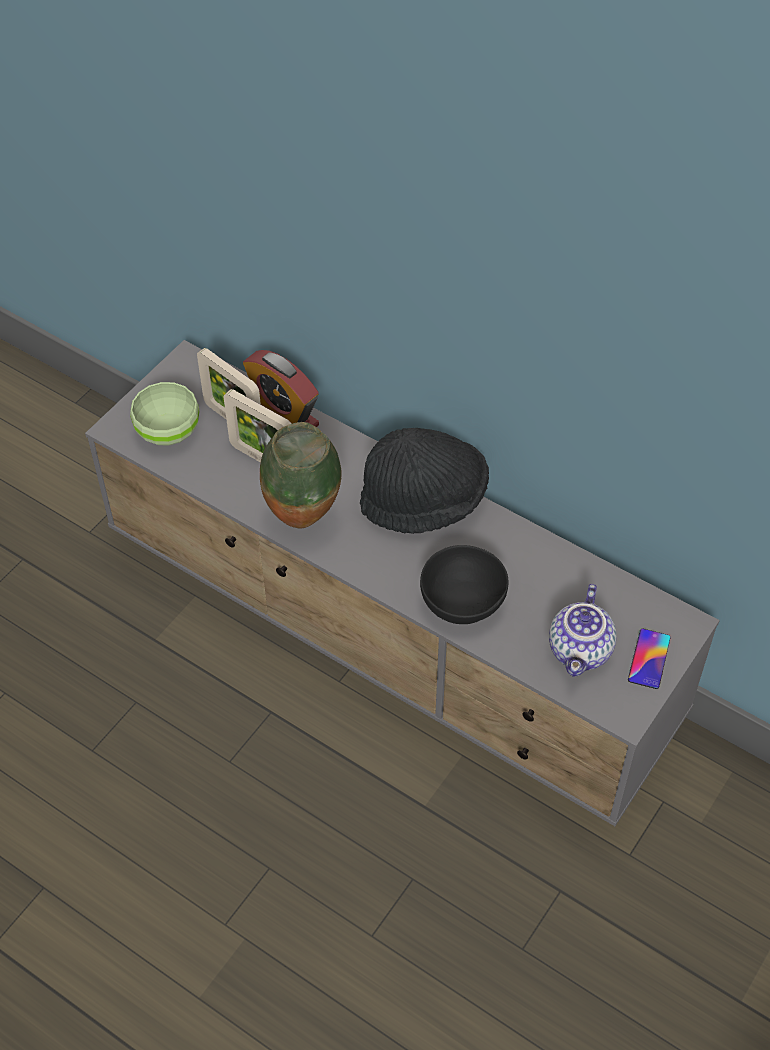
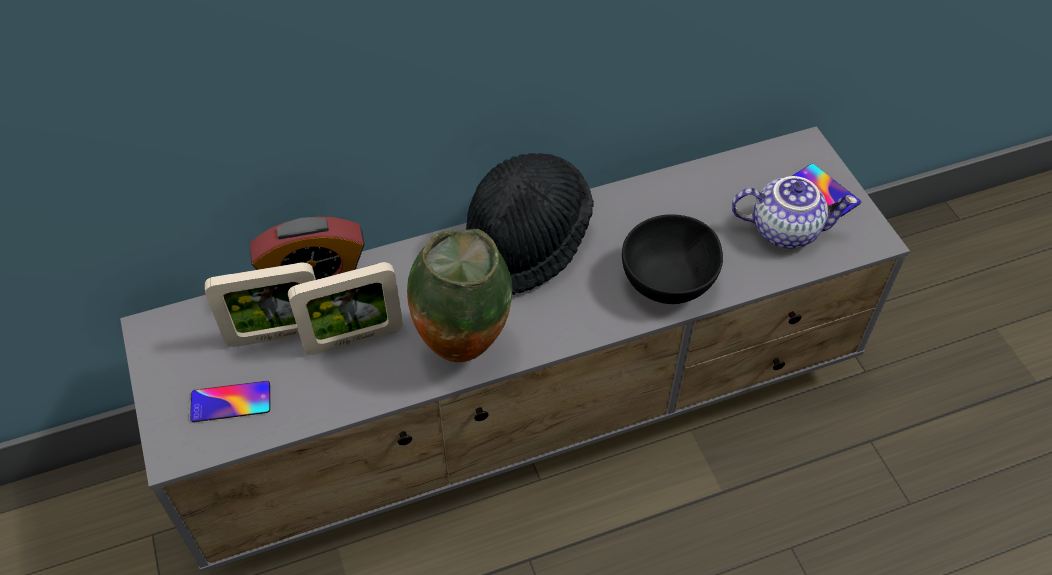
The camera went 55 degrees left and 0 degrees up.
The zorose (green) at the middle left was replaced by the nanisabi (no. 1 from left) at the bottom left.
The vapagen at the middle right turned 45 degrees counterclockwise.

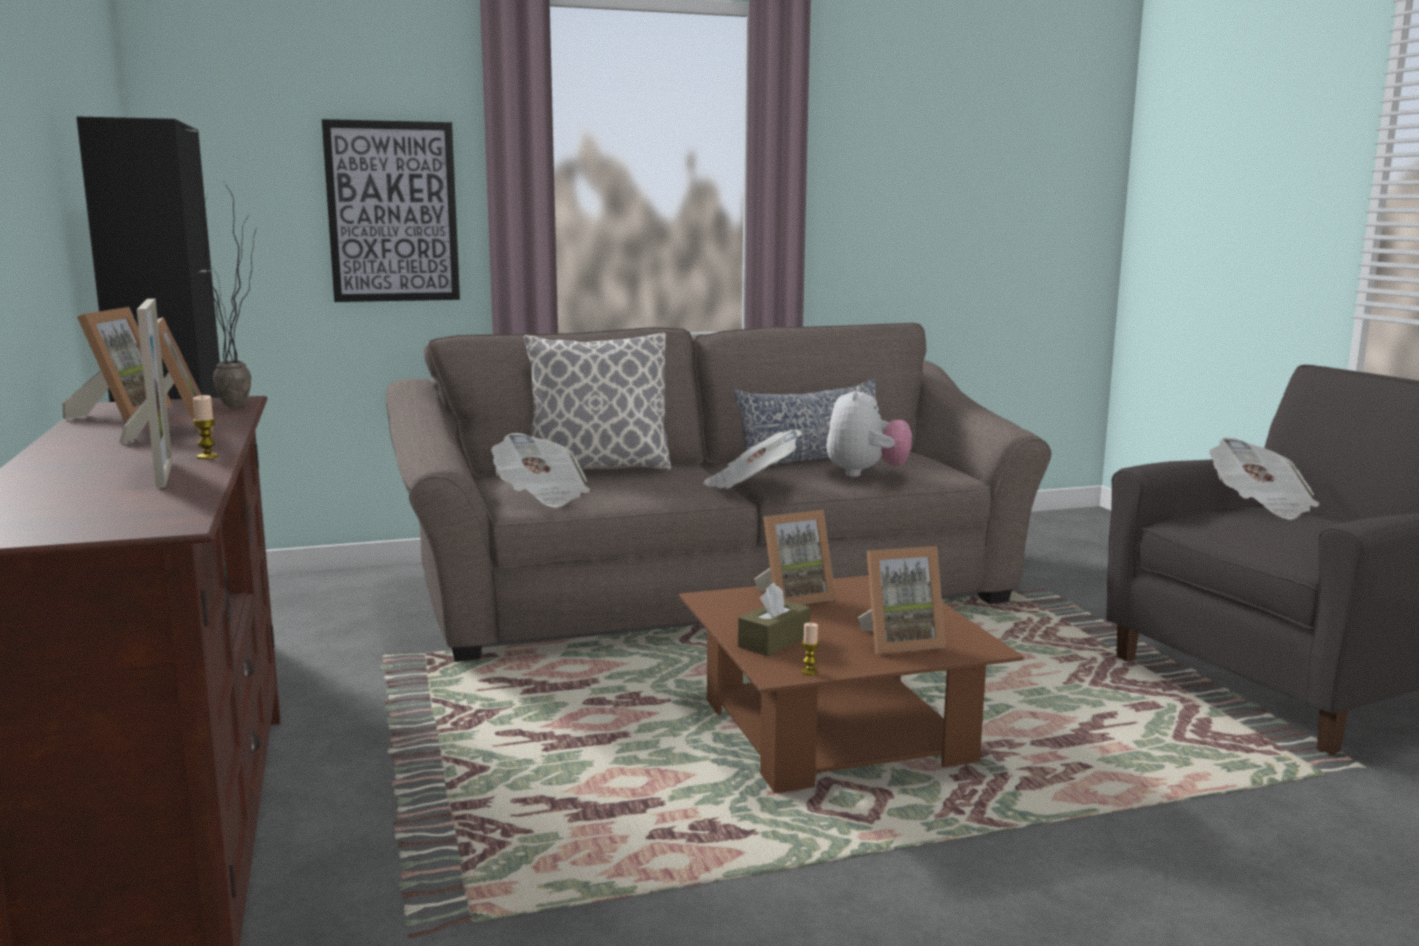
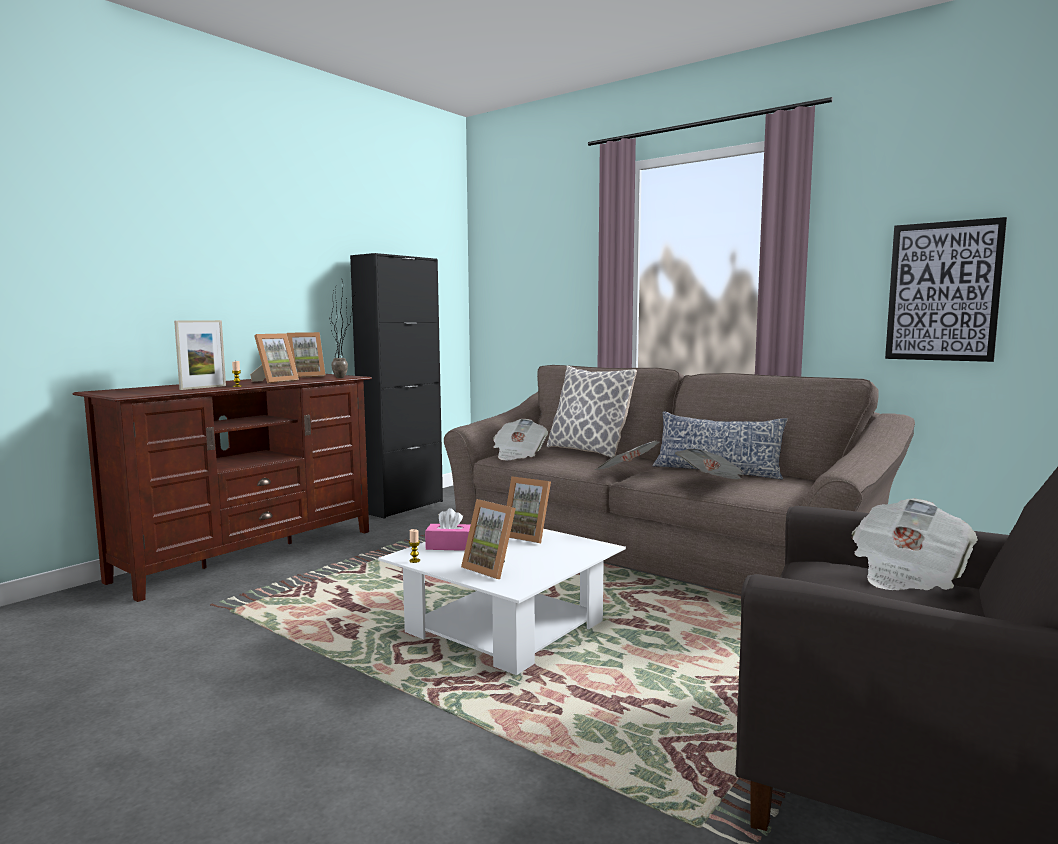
The camera went 55 degrees right and 5 degrees down.
The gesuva moved from the top left to the middle right.
The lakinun at the centre was replaced by the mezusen (no. 3 from left) at the middle right.
The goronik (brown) at the bottom centre became the goronik (white) at the bottom centre.
The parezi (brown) at the centre became the parezi (pink) at the centre.

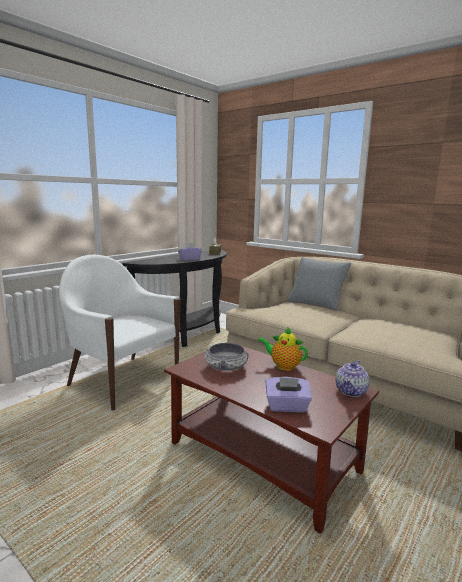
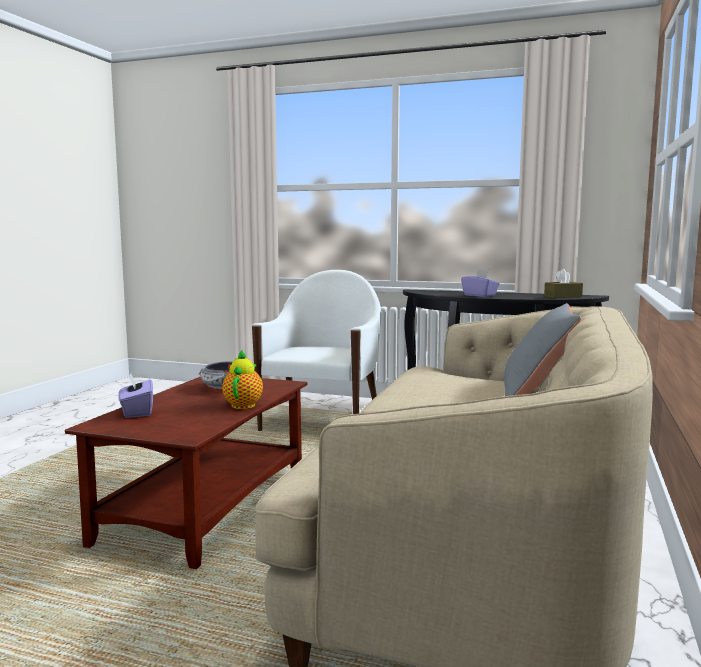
The camera went 70 degrees right and 5 degrees down.
The vapagen (no. 2 from left) at the middle right disappeared.

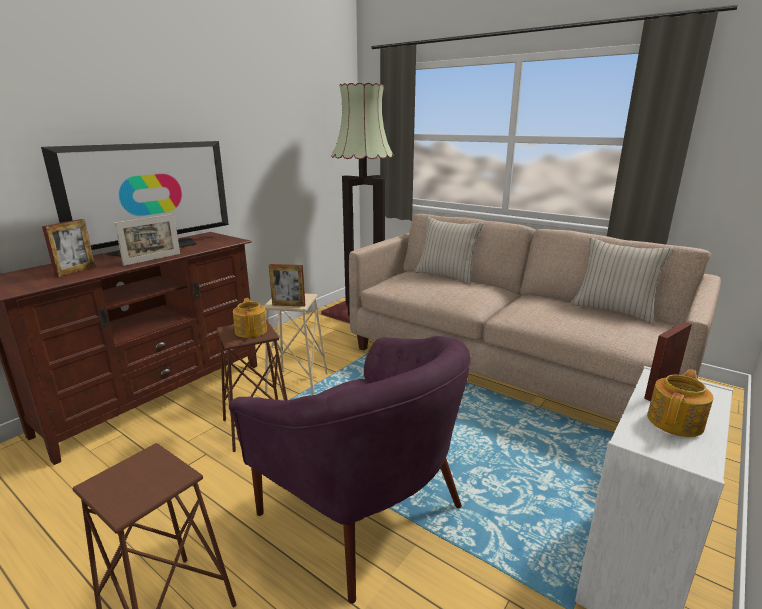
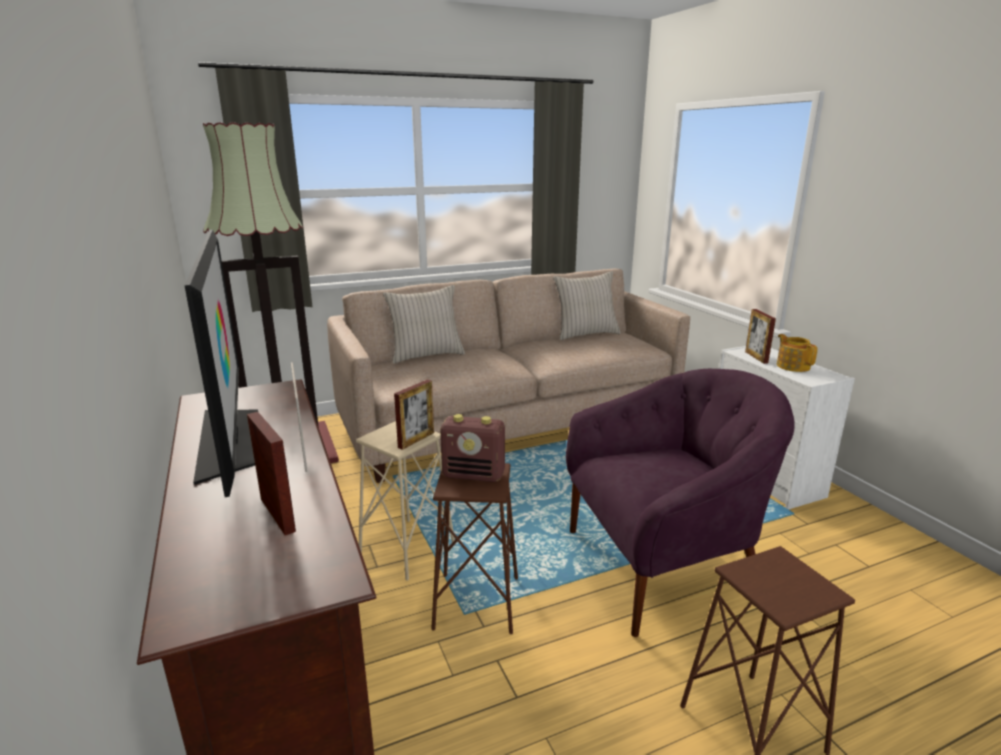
The camera went 60 degrees left and 0 degrees up.
The vapagen (no. 1 from left) at the middle left was replaced by the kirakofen at the centre.

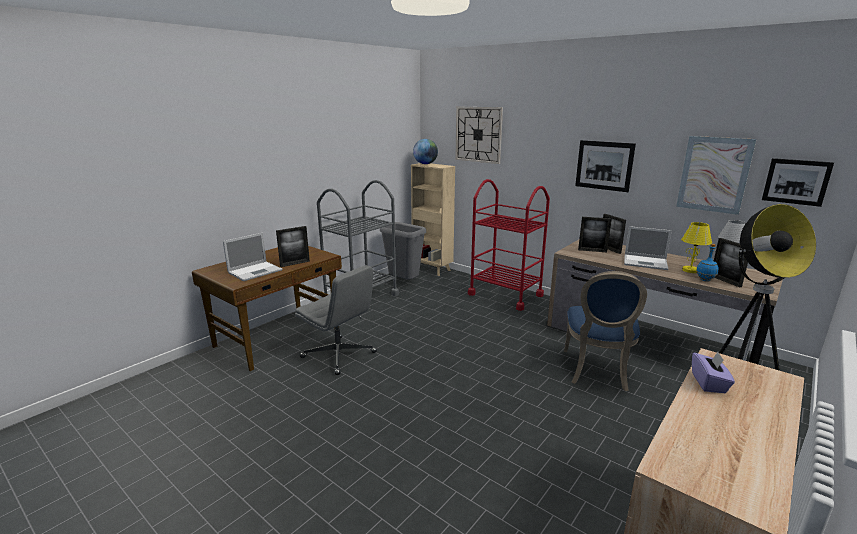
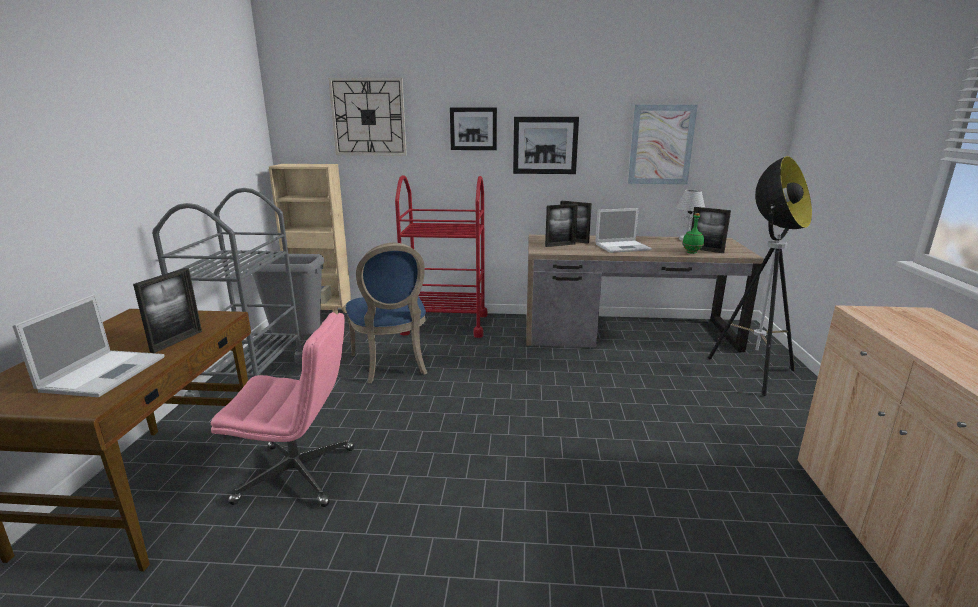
The camera went 35 degrees left and 0 degrees up.
The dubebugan at the top centre disappeared.
The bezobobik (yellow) at the middle right disappeared.
The parezi (purple) at the bottom right disappeared.
The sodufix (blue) moved from the middle right to the centre.
The gesuva (no. 3 from left in the first image) moved from the middle right to the top centre.
The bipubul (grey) at the centre became the bipubul (pink) at the bottom left.
The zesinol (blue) at the middle right became the zesinol (green) at the middle right.

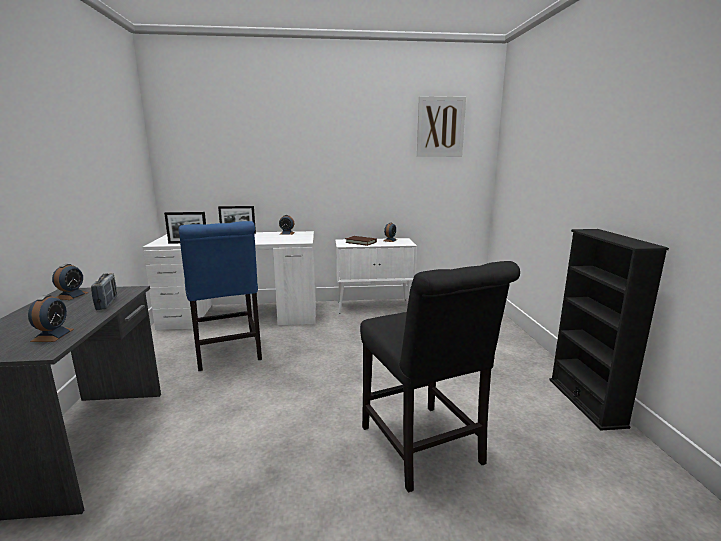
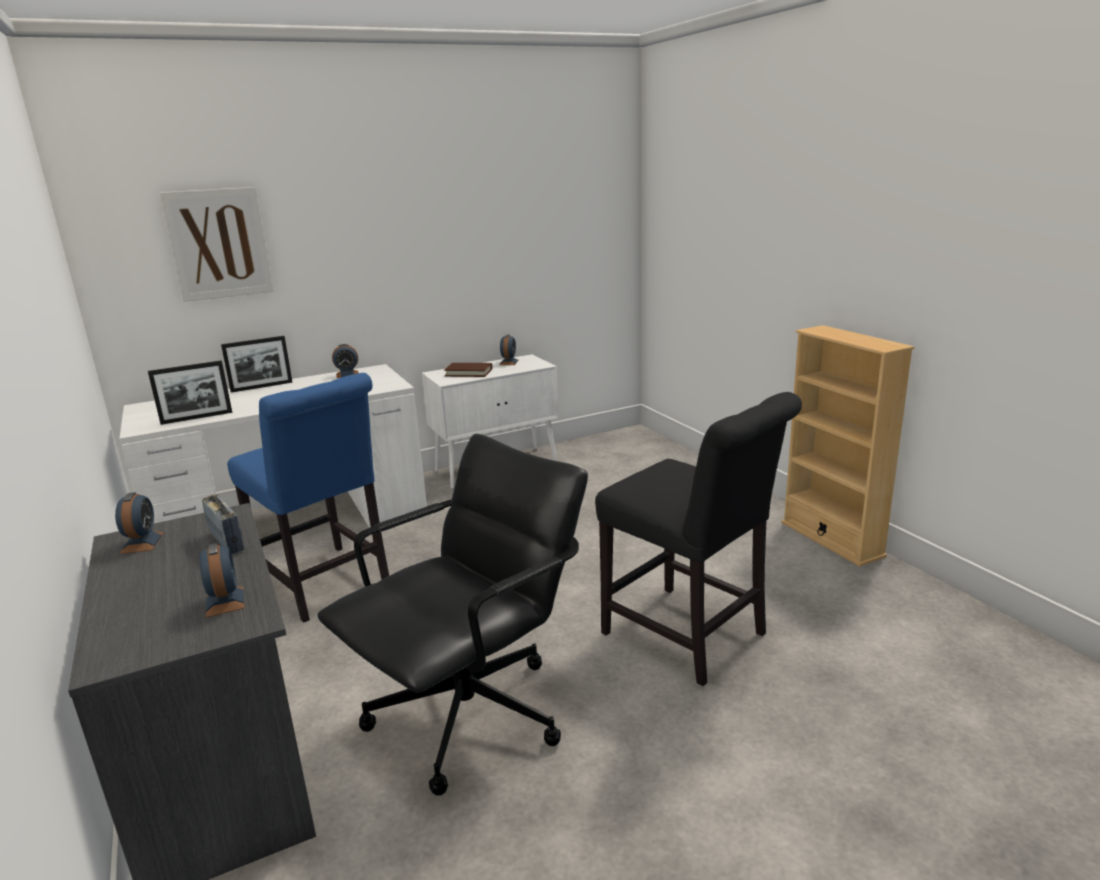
The camera went 20 degrees left and 5 degrees up.
The bipubul (black) at the bottom centre appeared.
The gesuva moved from the top centre to the top left.
The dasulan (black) at the middle right became the dasulan (beige) at the middle right.

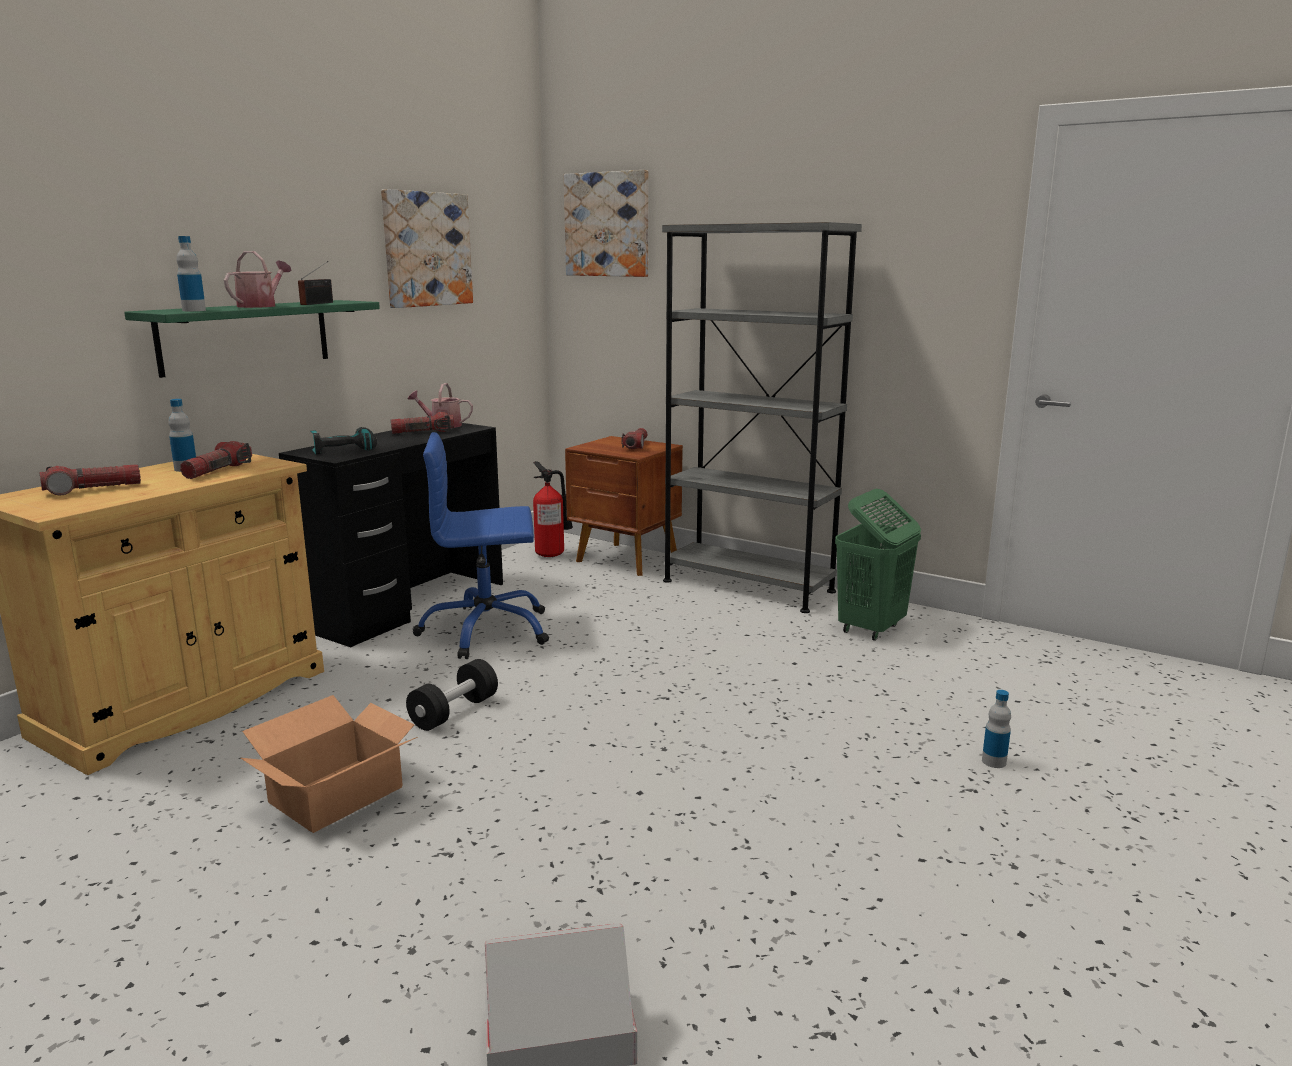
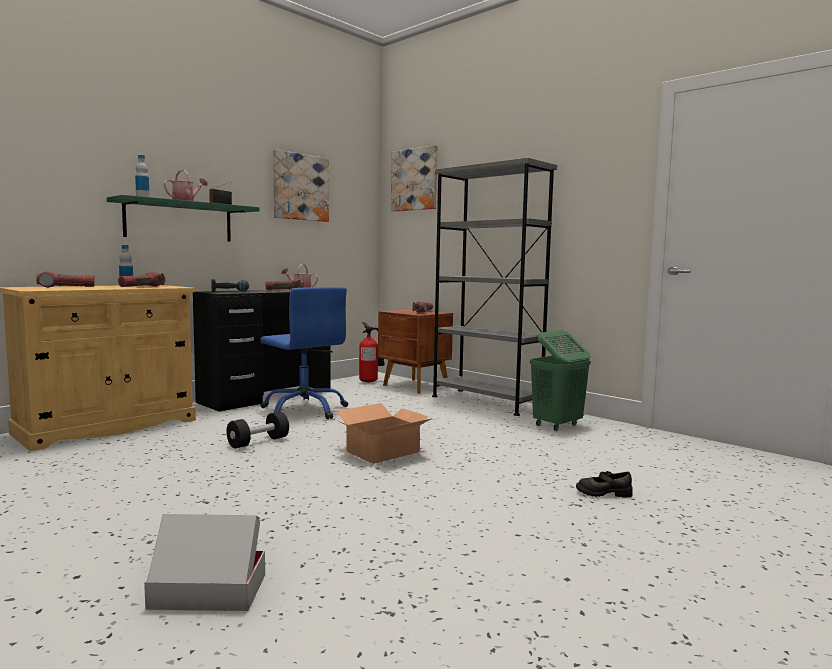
The camera went 10 degrees right and 10 degrees down.
The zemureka (no. 1 from left in the first image) moved from the bottom left to the centre.
The zesinol (no. 3 from left) at the bottom right was replaced by the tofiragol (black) at the bottom right.
The bipubul (blue) at the centre turned 135 degrees counterclockwise.

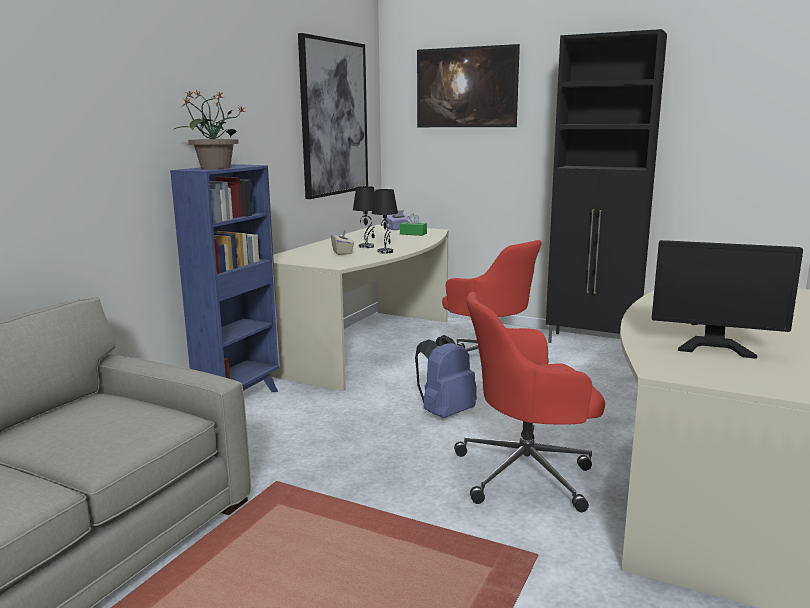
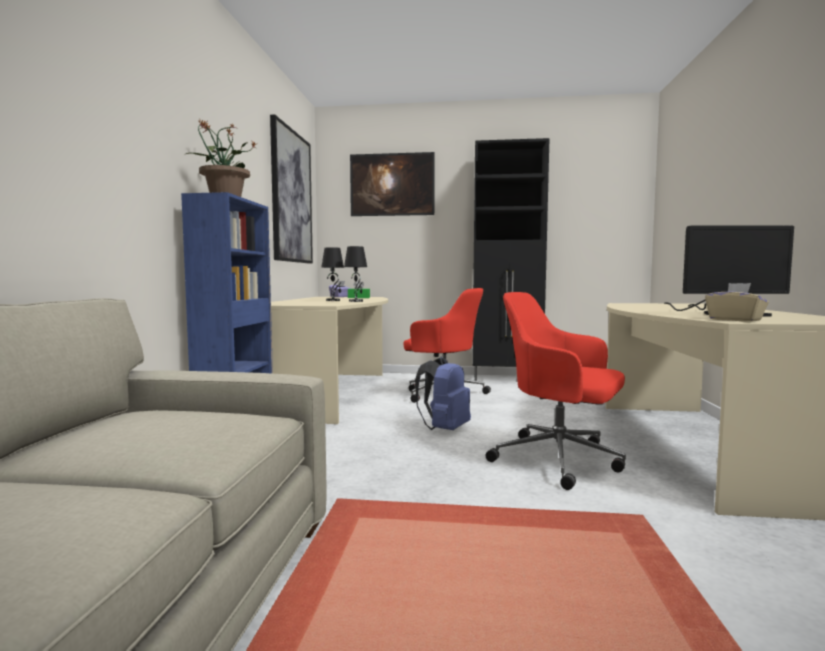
The camera went 20 degrees left and 10 degrees down.
The parezi (beige) moved from the centre to the middle right.
The bipubul (red) (no. 2 from left) at the centre turned 60 degrees clockwise.

